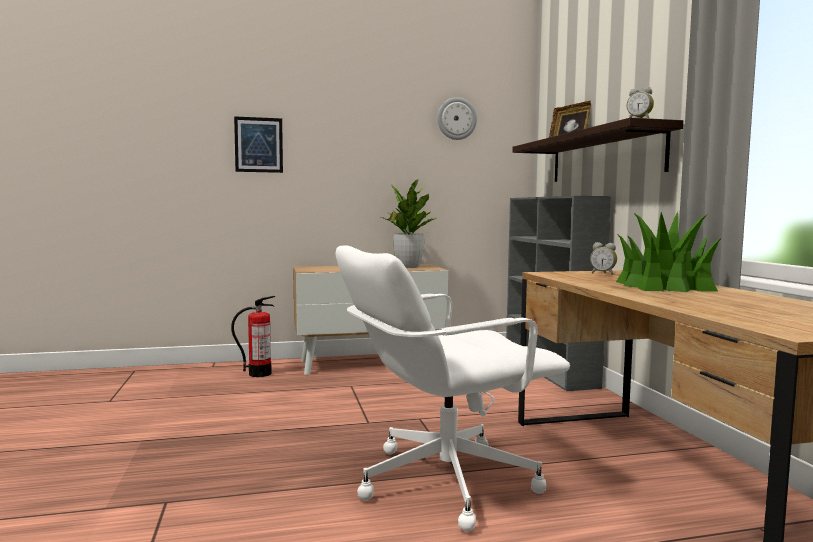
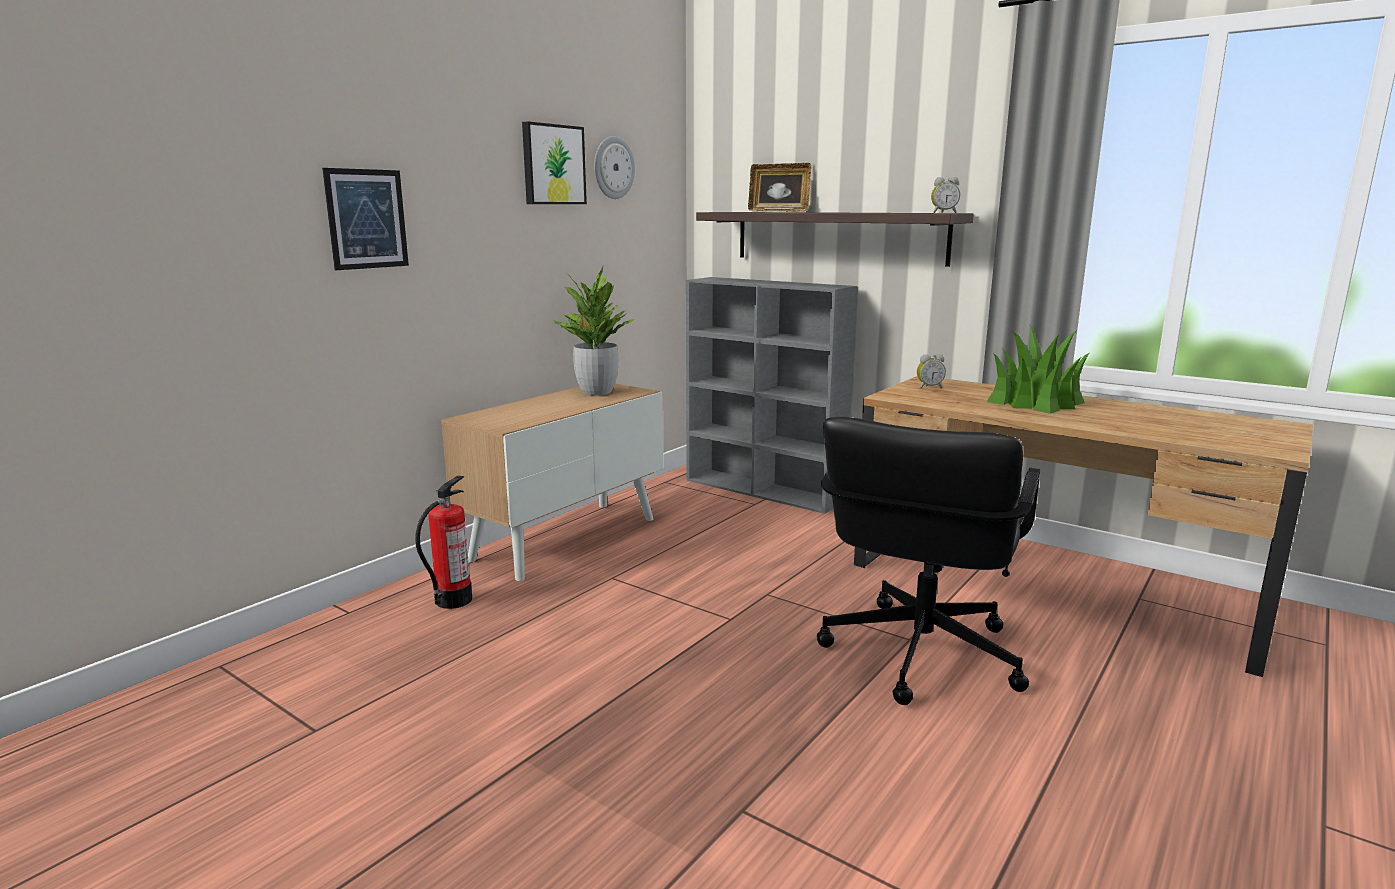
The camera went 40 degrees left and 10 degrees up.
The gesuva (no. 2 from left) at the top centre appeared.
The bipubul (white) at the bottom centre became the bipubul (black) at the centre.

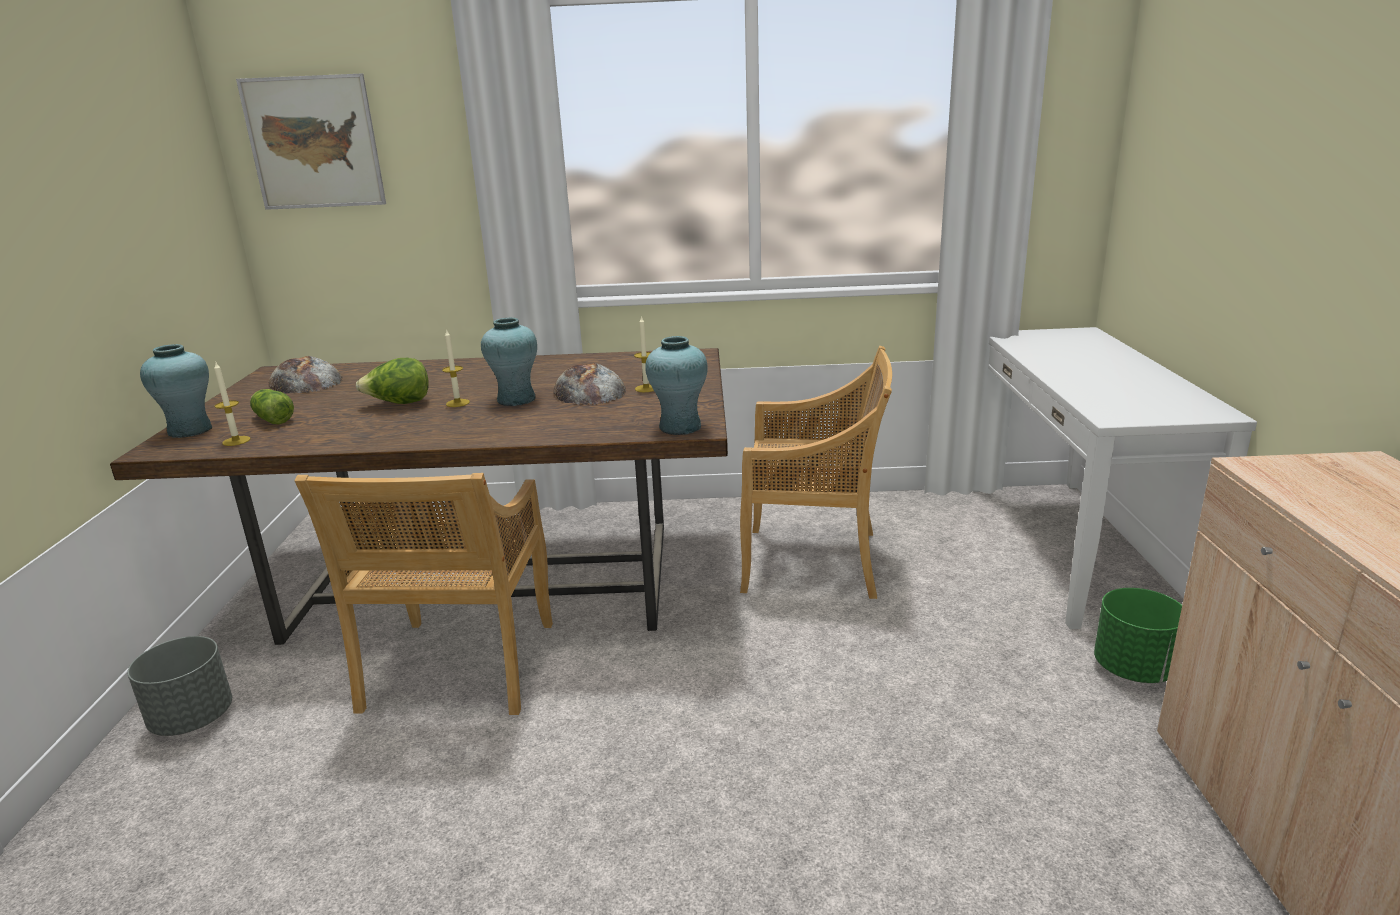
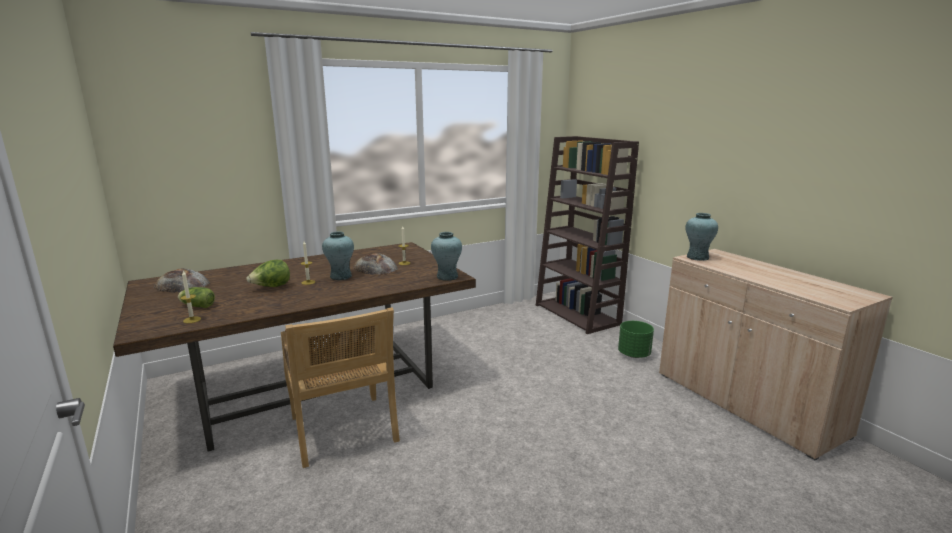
The camera went 30 degrees left and 5 degrees down.
The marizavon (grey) at the bottom left disappeared.
The gesuva at the top left disappeared.
The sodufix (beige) (no. 2 from left) at the centre disappeared.
The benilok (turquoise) (no. 1 from left in the first image) moved from the middle left to the middle right.
The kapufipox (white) at the middle right was replaced by the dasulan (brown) at the centre.

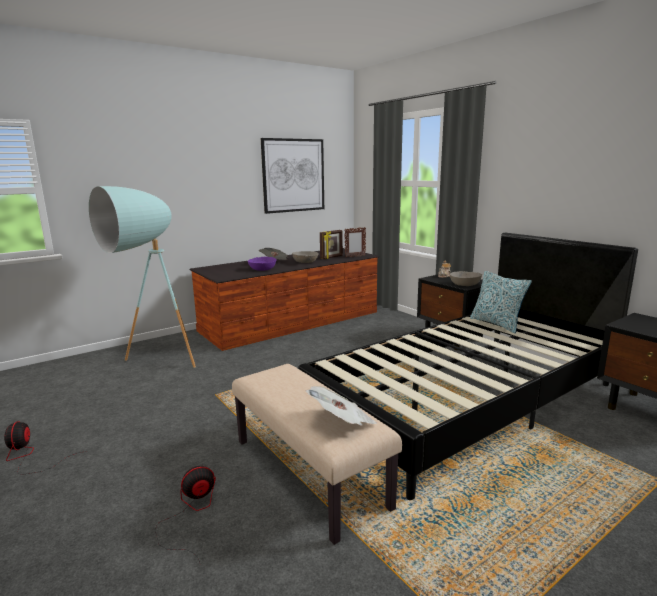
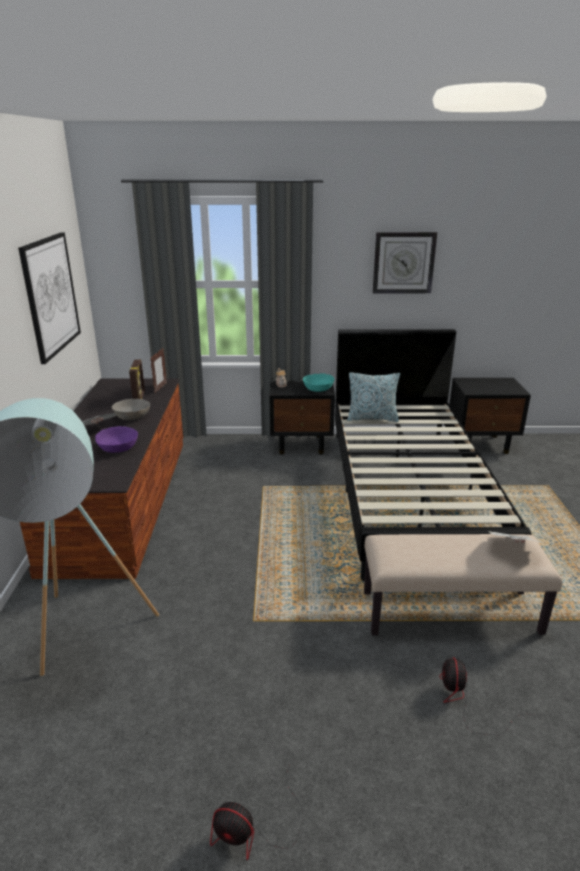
The camera went 55 degrees left and 10 degrees up.
The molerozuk at the top right appeared.
The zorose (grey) (no. 2 from left) at the middle right became the zorose (turquoise) at the centre.

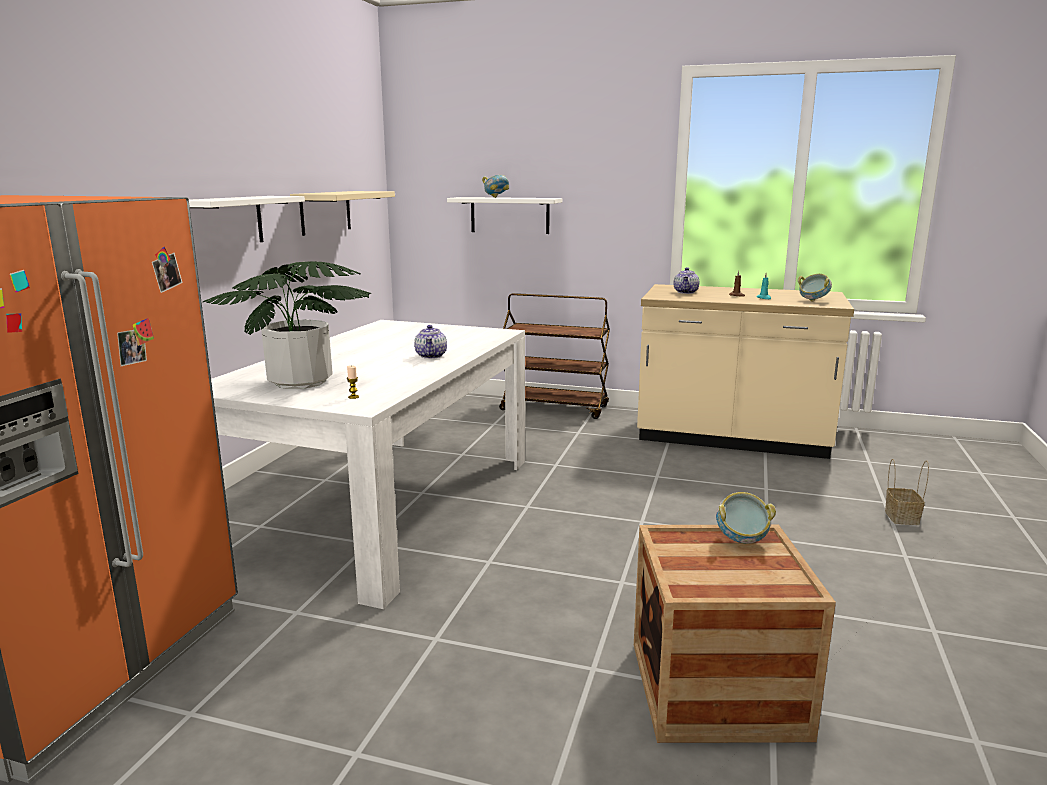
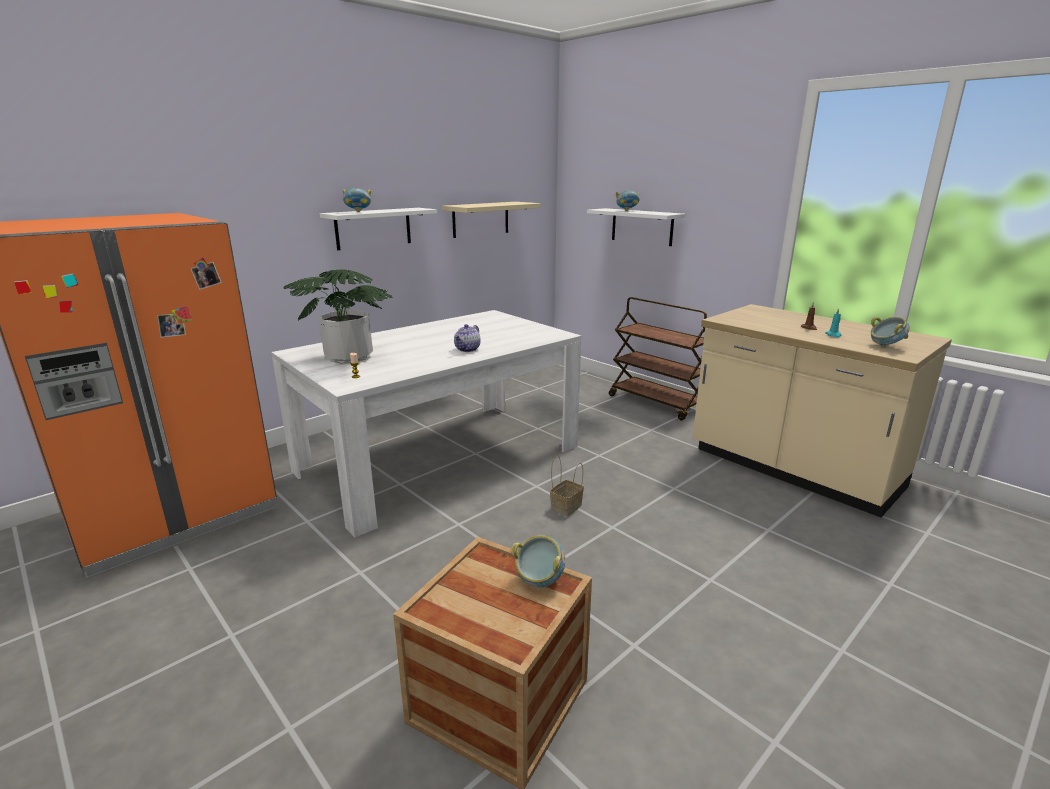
The camera went 30 degrees right and 5 degrees up.
The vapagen (no. 2 from left) at the centre disappeared.
The zorose (no. 1 from left) at the top centre appeared.
The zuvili moved from the middle right to the centre.

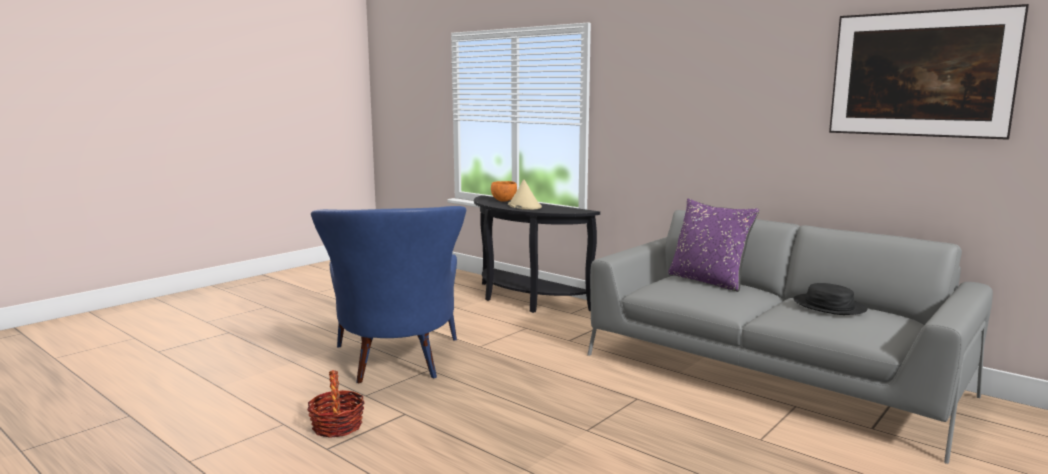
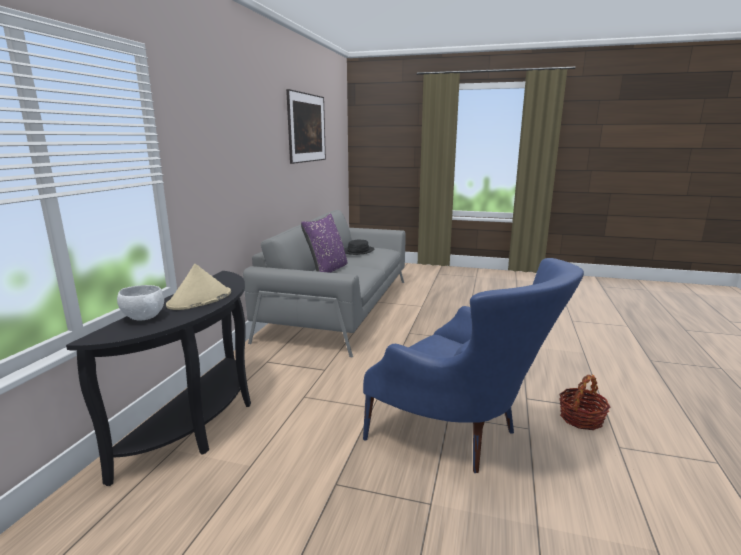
The camera went 115 degrees left and 5 degrees up.
The zorose (orange) at the centre became the zorose (white) at the middle left.
The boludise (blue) at the centre turned 75 degrees clockwise.

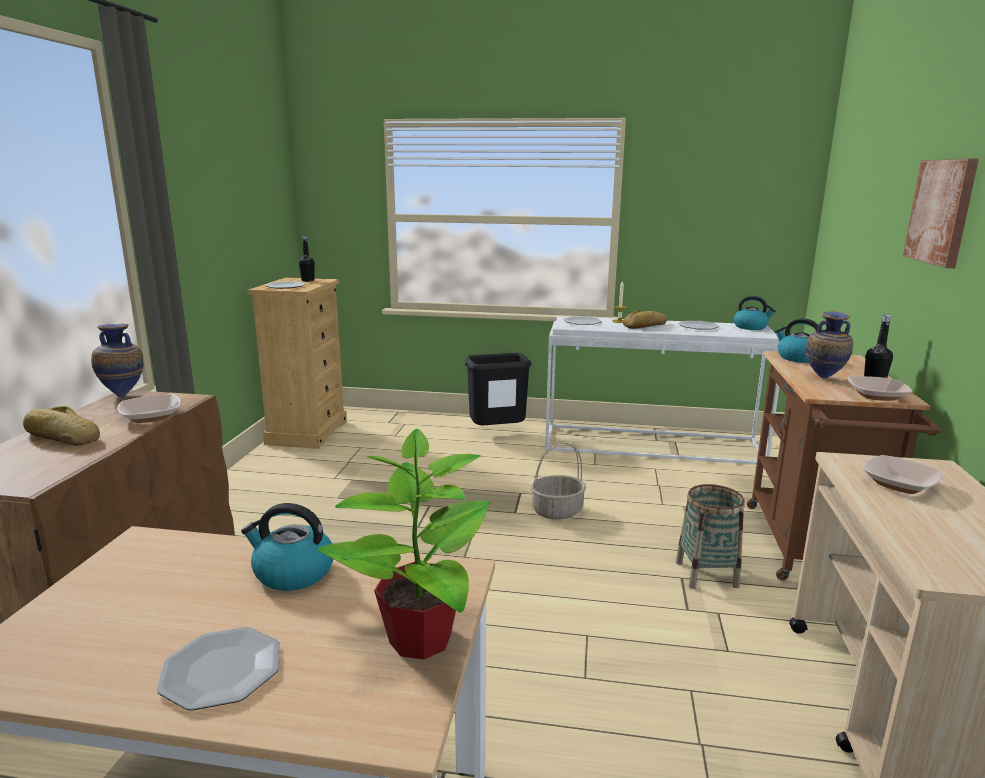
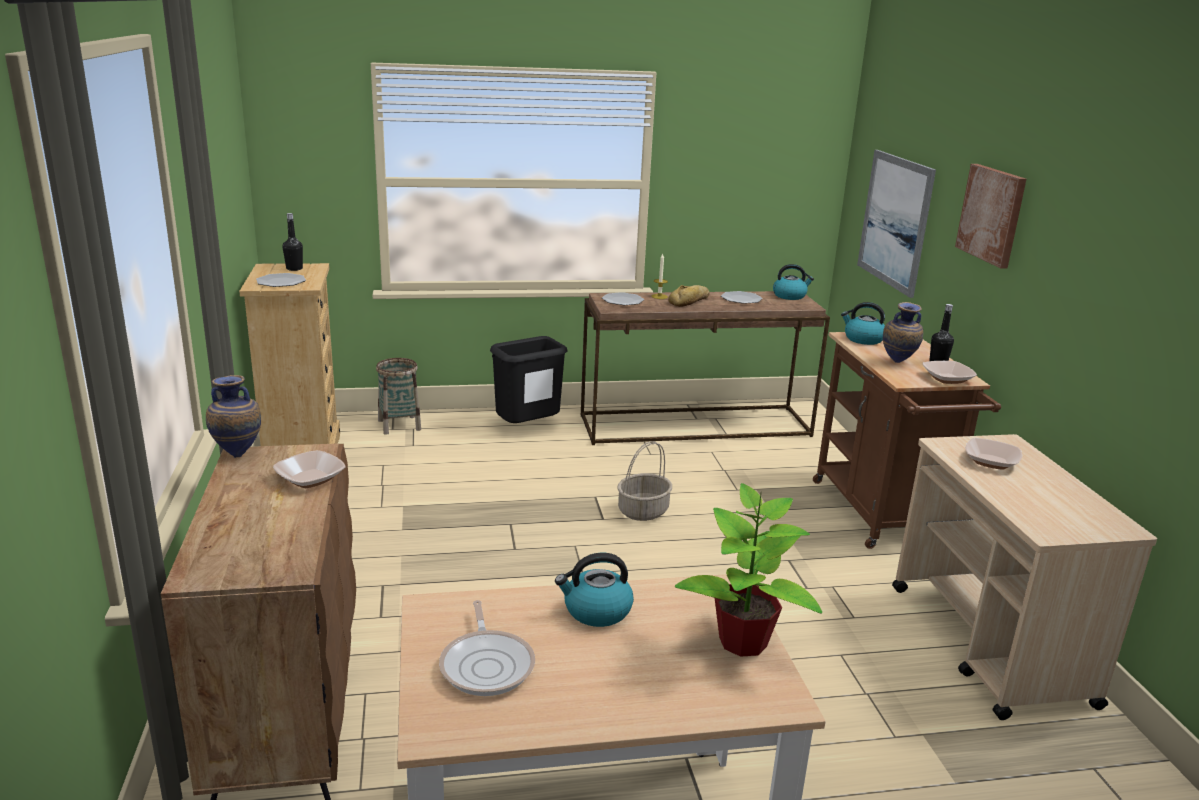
The camera went 20 degrees left and 5 degrees up.
The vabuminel (no. 1 from left) at the middle left disappeared.
The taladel (no. 1 from left) at the bottom left disappeared.
The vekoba at the bottom centre appeared.
The gesuva (no. 1 from left) at the top right appeared.
The zuvili (no. 2 from left in the first image) moved from the bottom right to the middle left.
The kapufipox (white) at the middle right became the kapufipox (brown) at the centre.

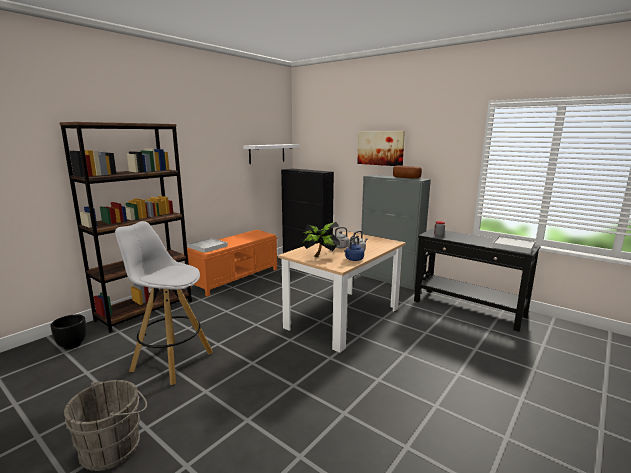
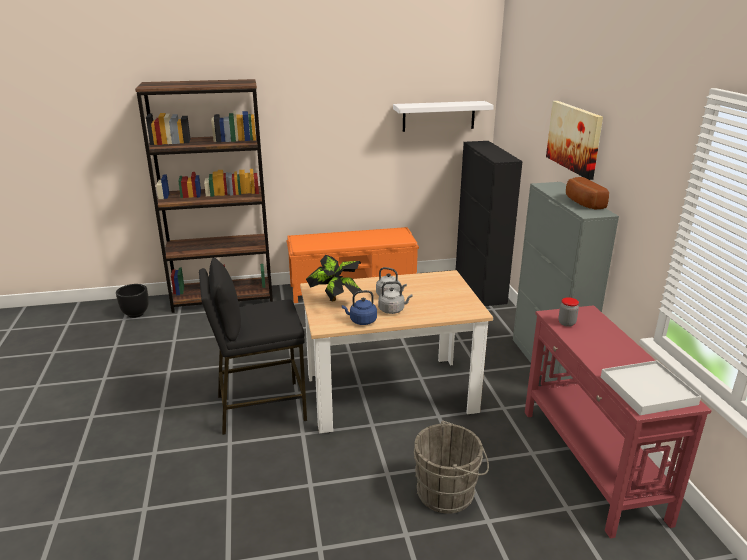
The camera went 40 degrees right and 10 degrees up.
The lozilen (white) at the middle left disappeared.
The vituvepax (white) (no. 1 from left) at the middle left disappeared.
The lozilen (black) at the centre appeared.
The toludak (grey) moved from the bottom left to the bottom centre.
The kapufipox (black) at the middle right became the kapufipox (red) at the bottom right.

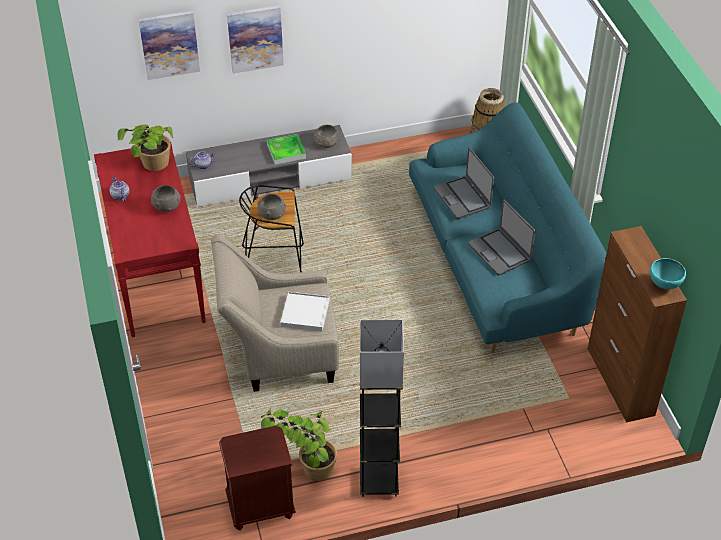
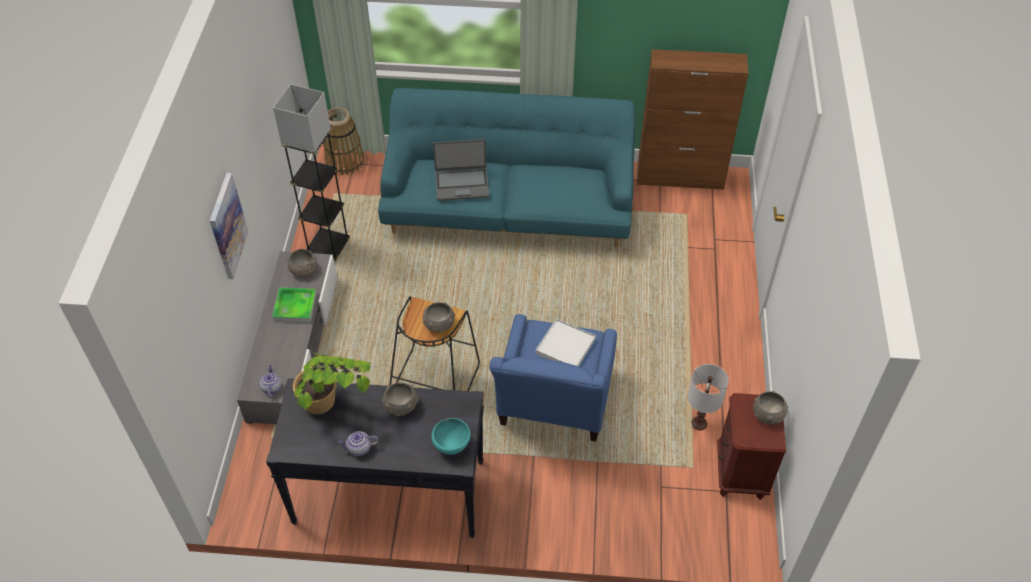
The camera went 70 degrees left and 5 degrees up.
The gesuva (no. 1 from left) at the top left disappeared.
The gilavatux (no. 2 from left) at the middle right disappeared.
The zorose (grey) (no. 4 from left) at the bottom right appeared.
The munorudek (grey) moved from the bottom centre to the top left.
The zorose (turquoise) moved from the middle right to the bottom centre.
The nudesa (no. 2 from left) at the bottom centre was replaced by the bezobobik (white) at the bottom right.
The kapufipox (red) at the middle left became the kapufipox (black) at the bottom centre.
The boludise (beige) at the centre became the boludise (blue) at the centre.

